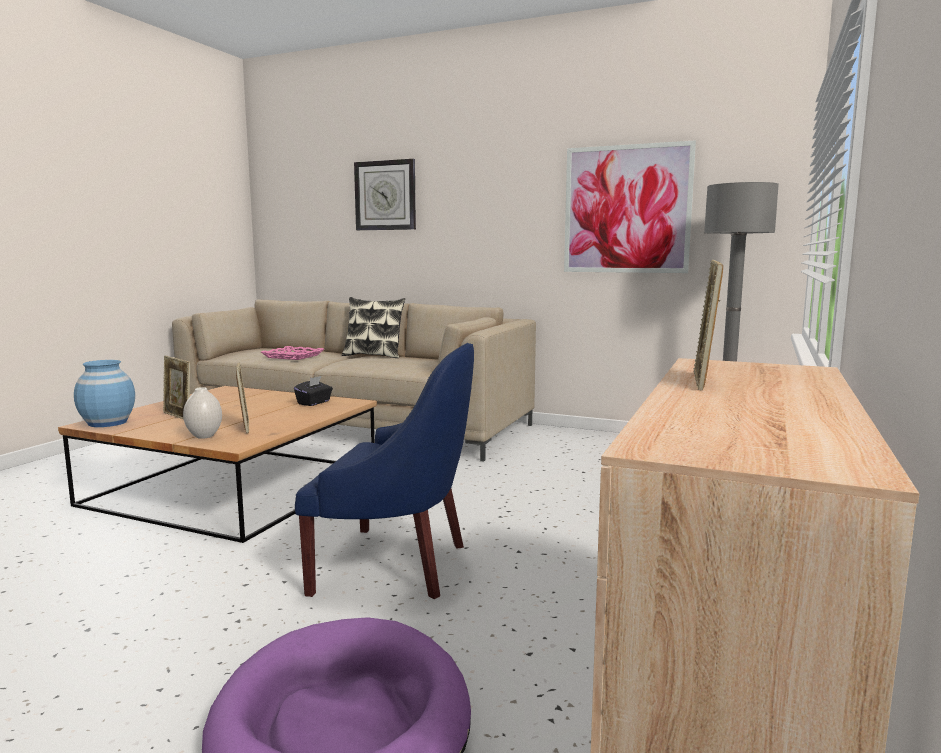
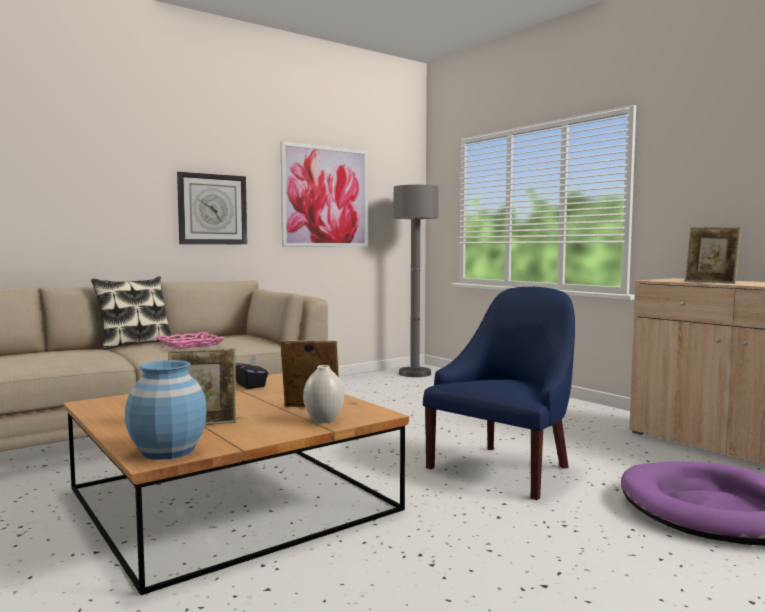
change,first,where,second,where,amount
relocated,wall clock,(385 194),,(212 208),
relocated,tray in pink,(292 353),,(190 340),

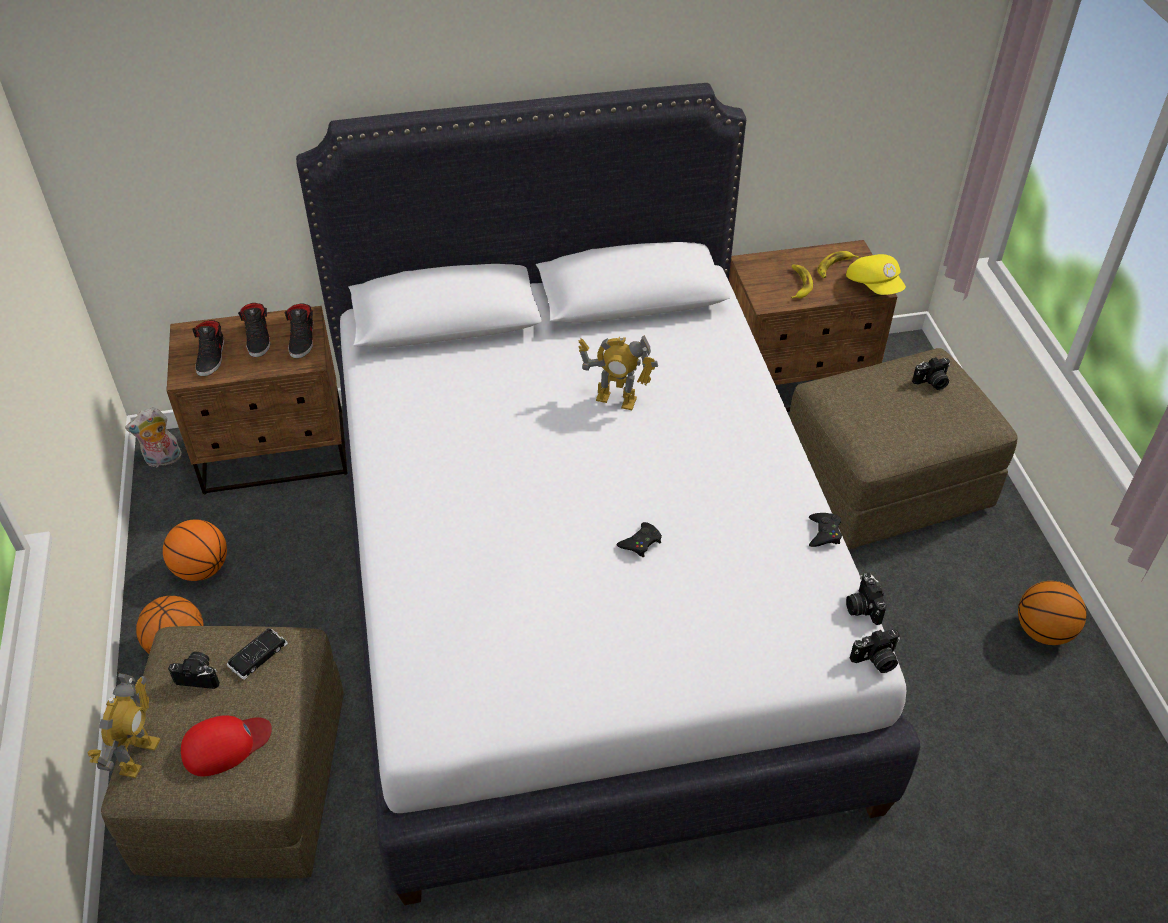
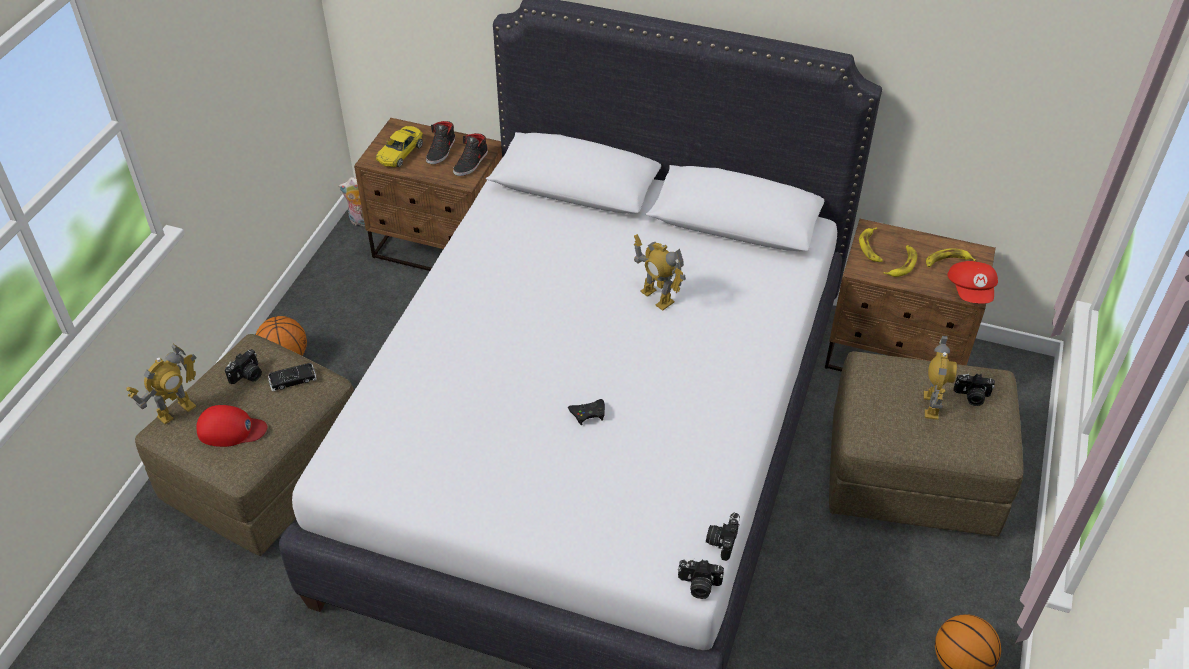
change,first,where,second,where,amount
colour,cap in yellow,(876 274),cap in red,(972 282),
exchanged,shoe in black,(208 348),toy car in yellow,(399 146),
missing,game controller in black,(825 530),,,
missing,basketball,(195 550),,,
spun,photo camera,(194 670),,(243 367),90 degrees clockwise
appeared,,,banana,(871 244),
appeared,,,toy robot,(940 377),

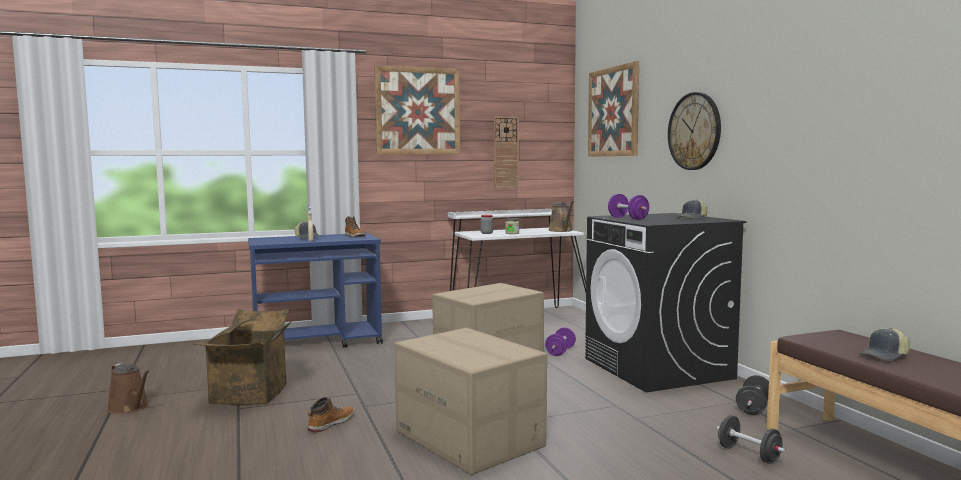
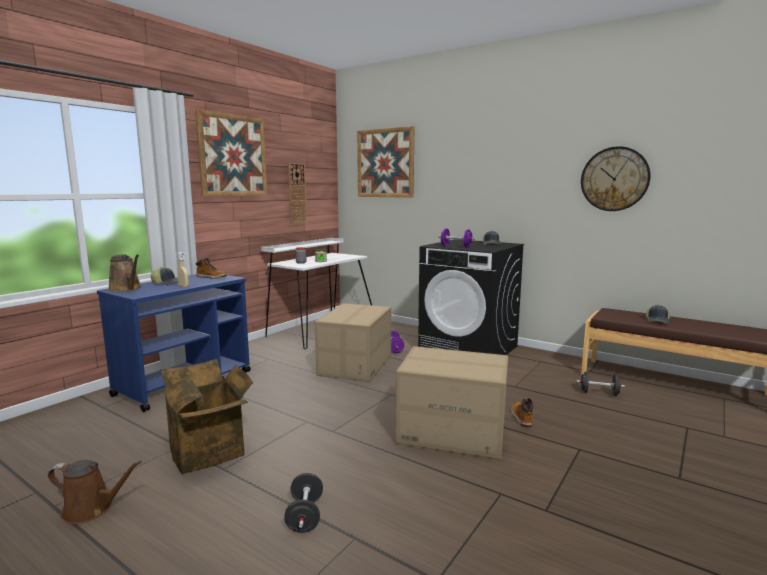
change,first,where,second,where,amount
relocated,wall clock,(694 131),,(615 178),
relocated,watering can in brown,(561 216),,(125 273),
relocated,dumbbell in black,(752 395),,(303 503),
relocated,boot,(331 414),,(522 412),

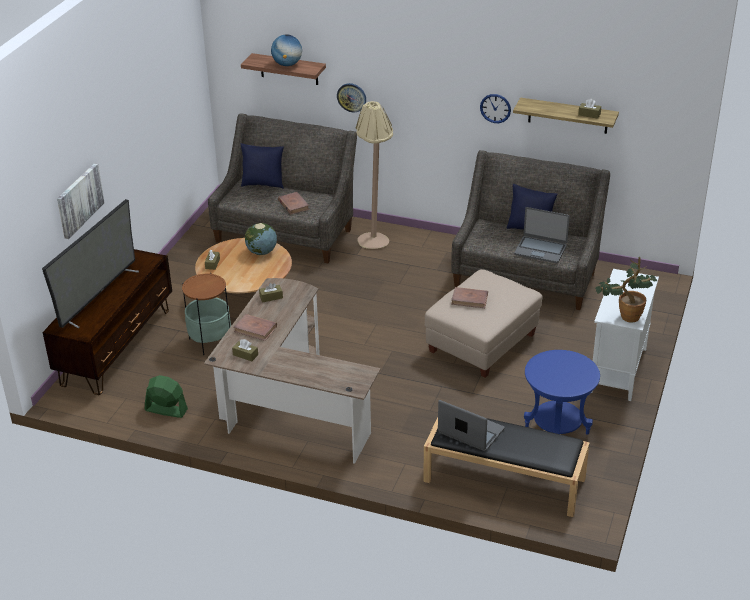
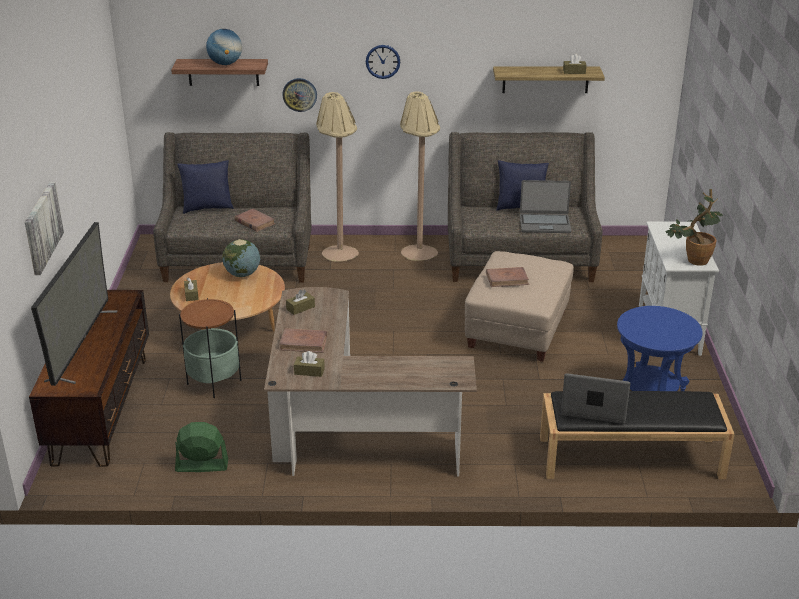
change,first,where,second,where,amount
relocated,wall clock,(495 108),,(383 62),
appeared,,,floor lamp in beige,(420 176),

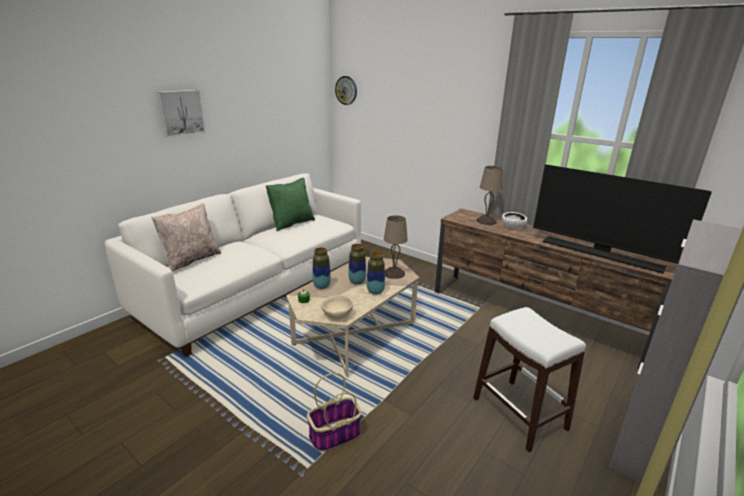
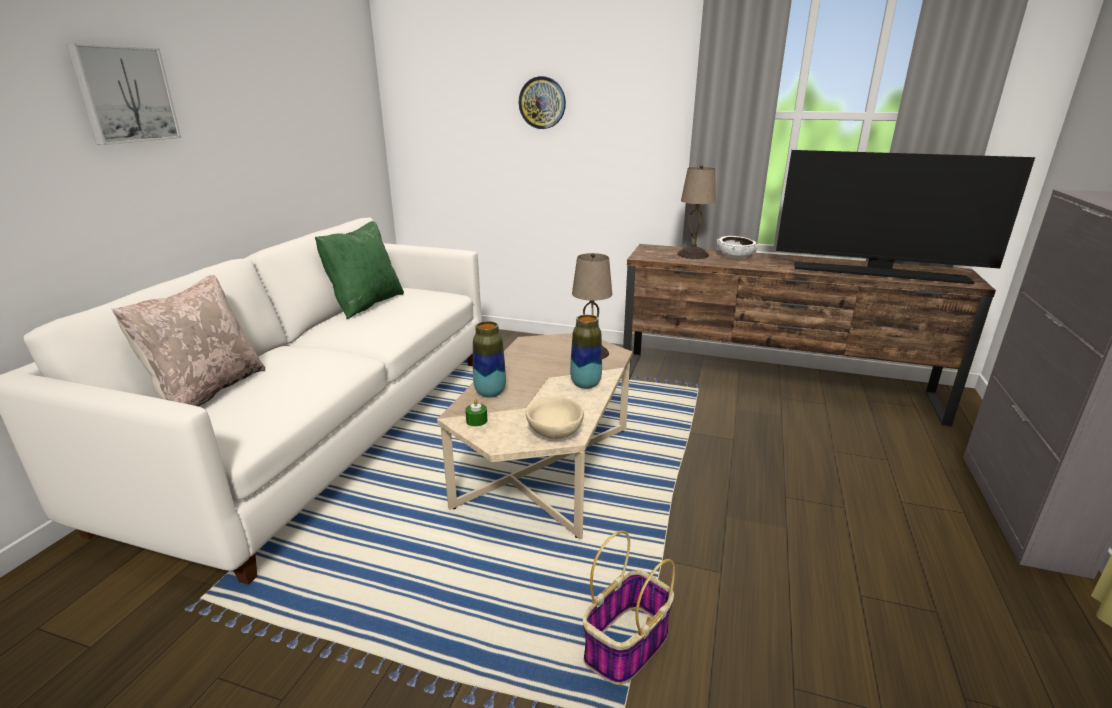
change,first,where,second,where,amount
relocated,wall clock,(346 90),,(542 102),
missing,vase,(357 264),,,
missing,stool in white,(529 379),,,

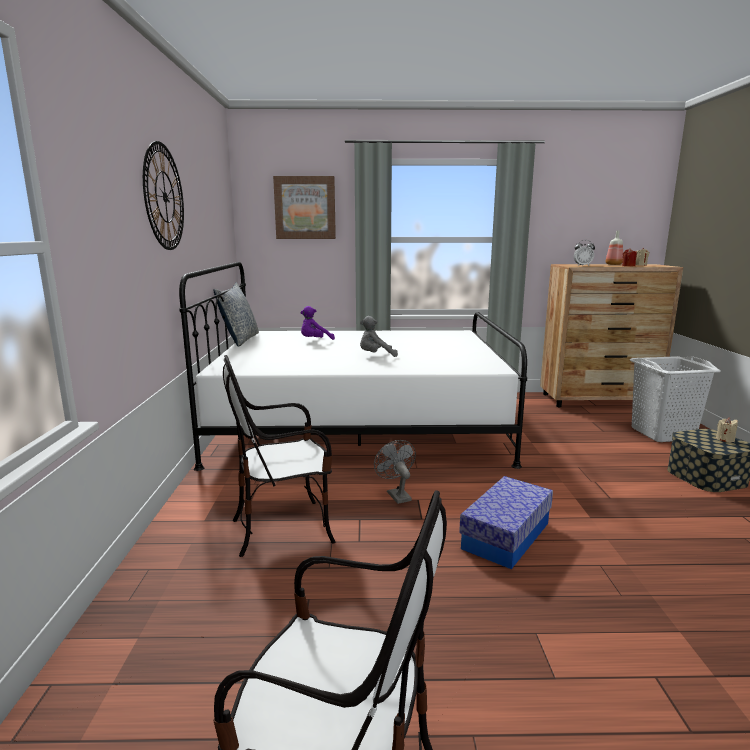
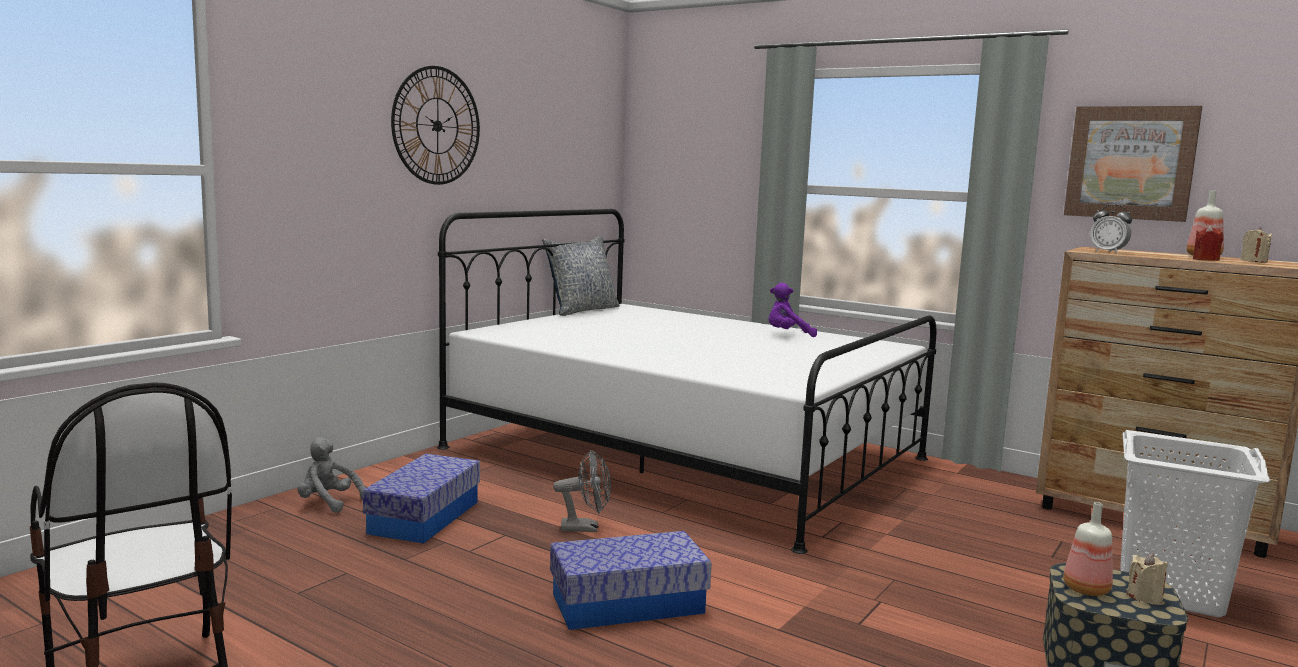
change,first,where,second,where,amount
relocated,picture,(304 207),,(1133 164),
relocated,plush toy in purple,(317 323),,(792 309),
relocated,plush toy in grey,(379 336),,(332 475),
exchanged,chair,(279 456),storage box,(421 499),
spun,fan in grey,(395 472),,(582 491),75 degrees clockwise
appeared,,,bottle,(1088 549),

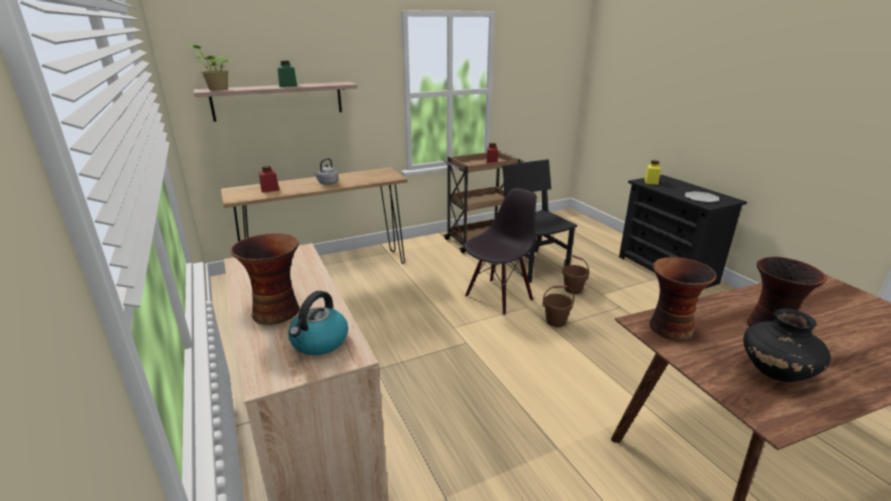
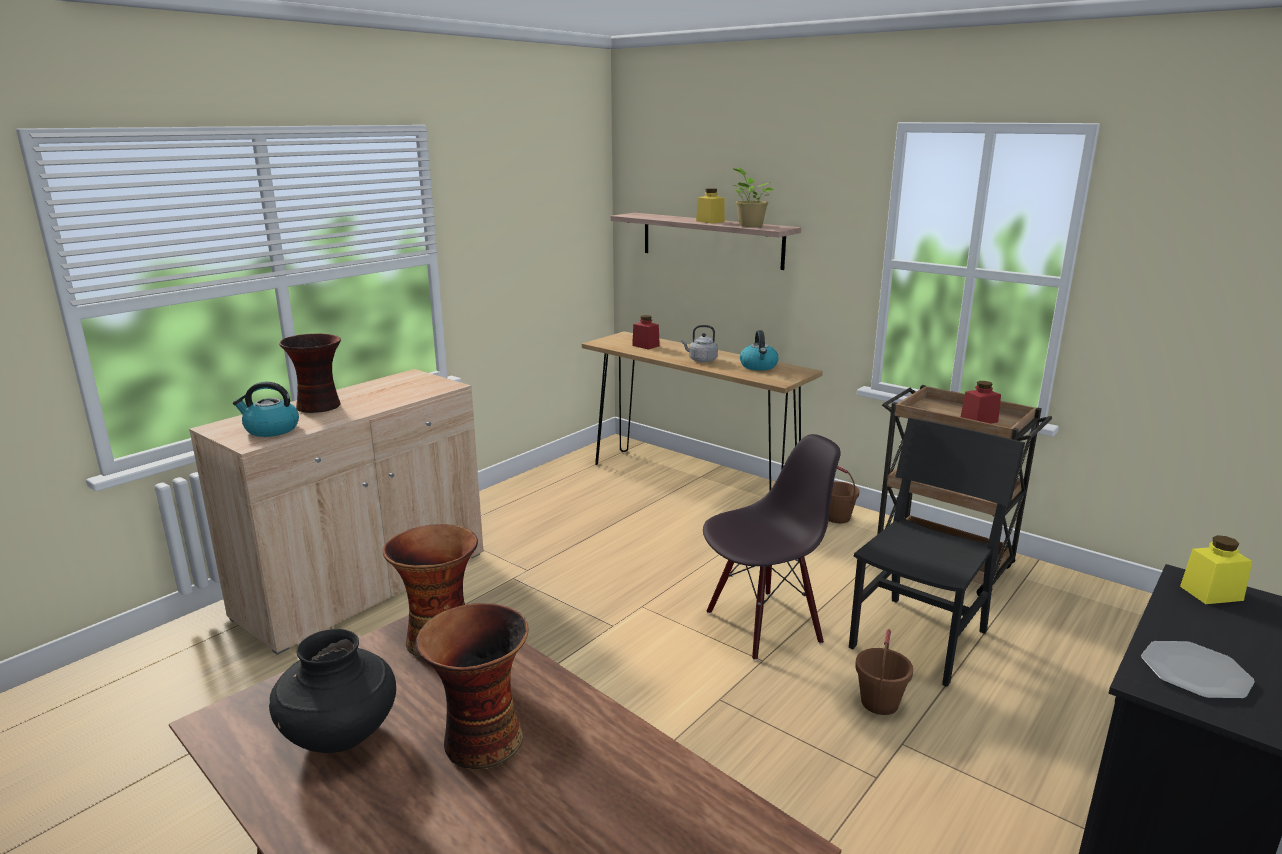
change,first,where,second,where,amount
relocated,potted plant,(210 68),,(753 197),
colour,jar in green,(287 74),jar in yellow,(710 206),
spun,chair in black,(500 251),,(772 547),45 degrees counterclockwise
relocated,bucket in brown,(558 306),,(844 494),
appeared,,,kettle,(759 350),

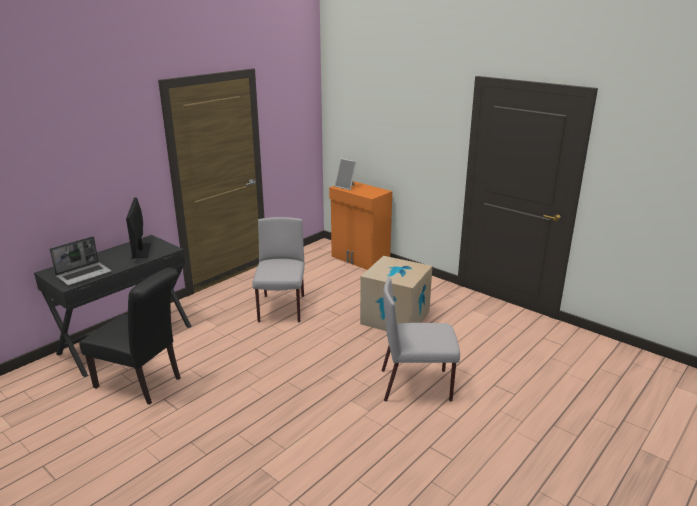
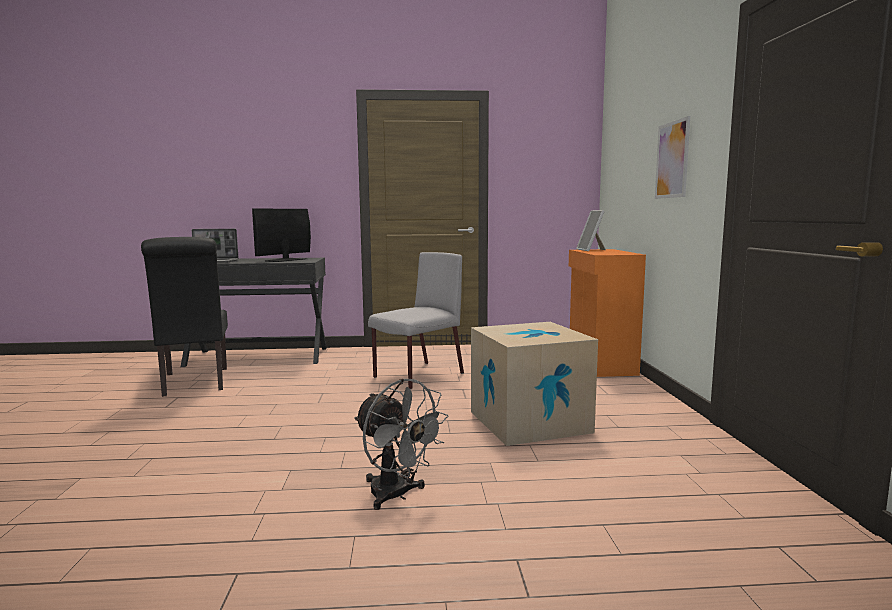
change,first,where,second,where,amount
exchanged,chair in grey,(421 339),fan in grey,(401 444),
appeared,,,picture,(672 157),

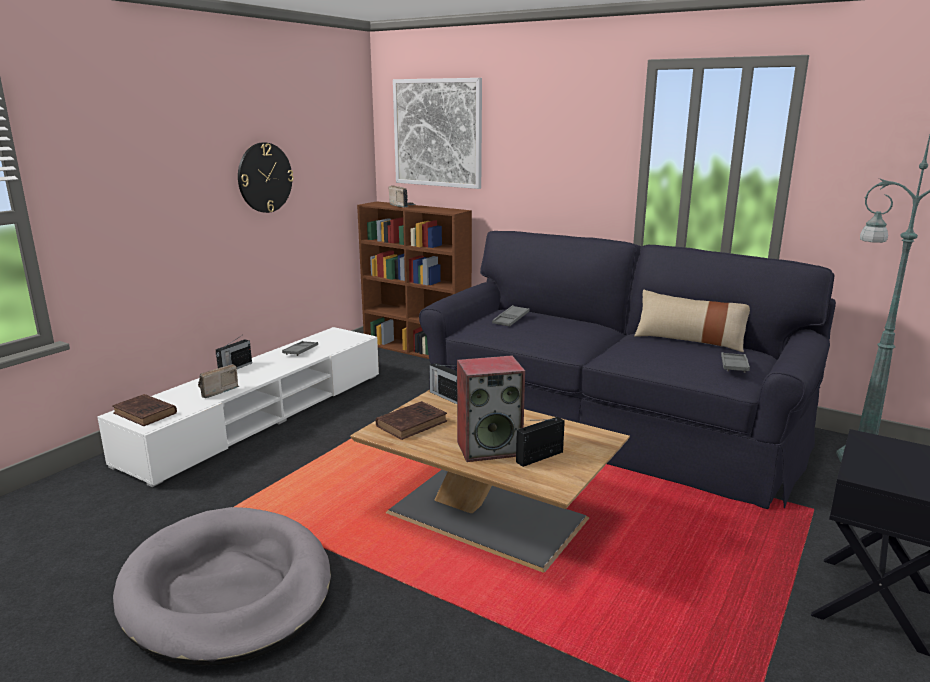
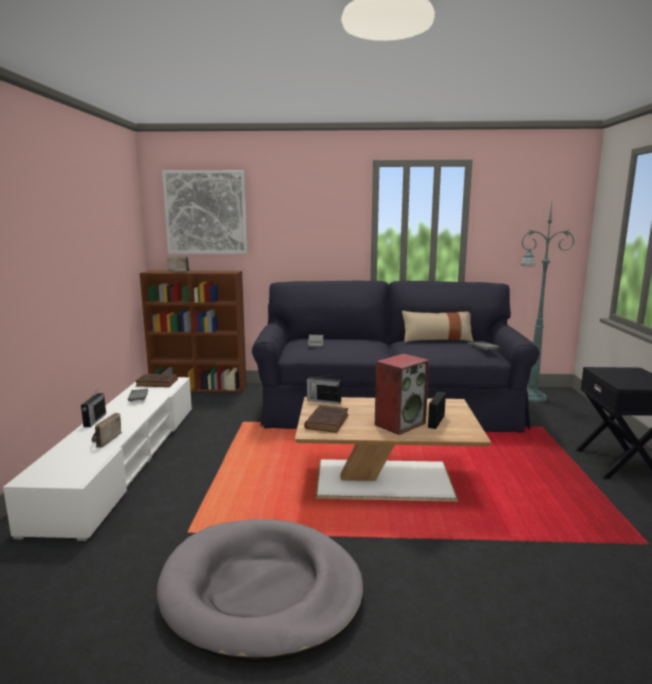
change,first,where,second,where,amount
missing,wall clock,(266 178),,,
relocated,book in brown,(144 410),,(156 380),

